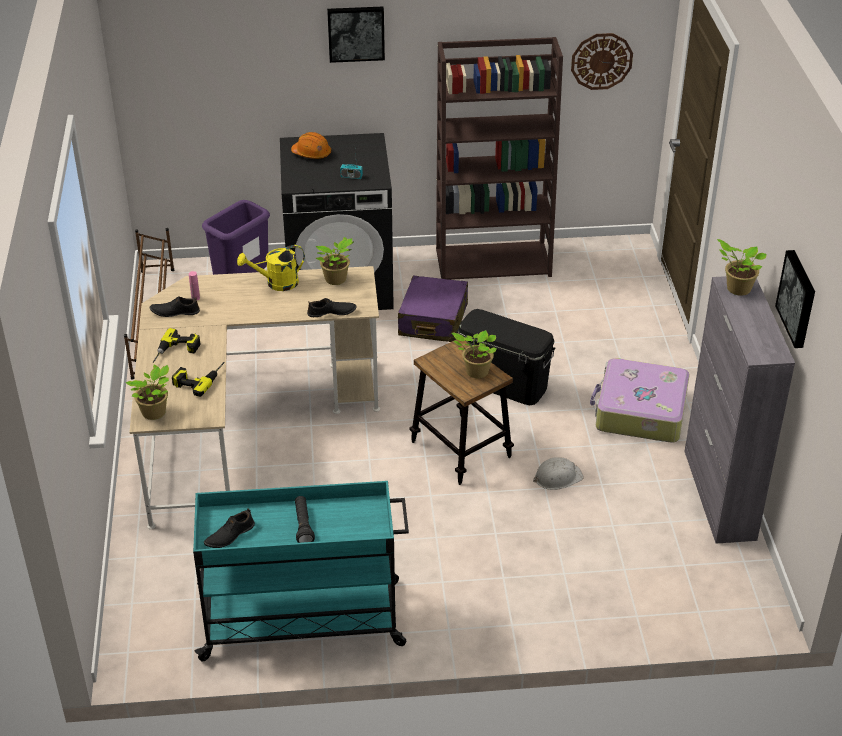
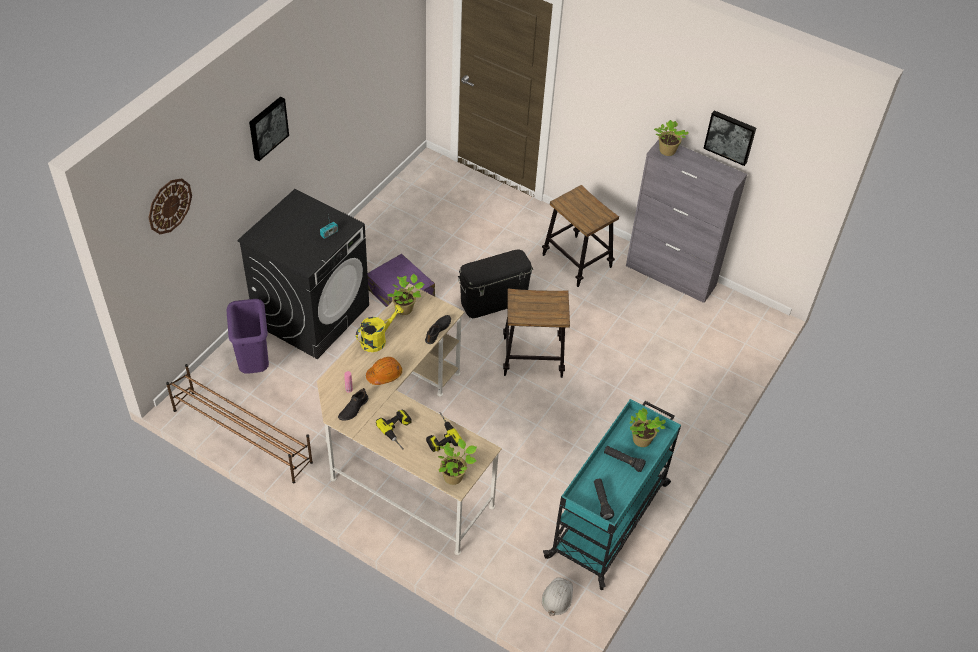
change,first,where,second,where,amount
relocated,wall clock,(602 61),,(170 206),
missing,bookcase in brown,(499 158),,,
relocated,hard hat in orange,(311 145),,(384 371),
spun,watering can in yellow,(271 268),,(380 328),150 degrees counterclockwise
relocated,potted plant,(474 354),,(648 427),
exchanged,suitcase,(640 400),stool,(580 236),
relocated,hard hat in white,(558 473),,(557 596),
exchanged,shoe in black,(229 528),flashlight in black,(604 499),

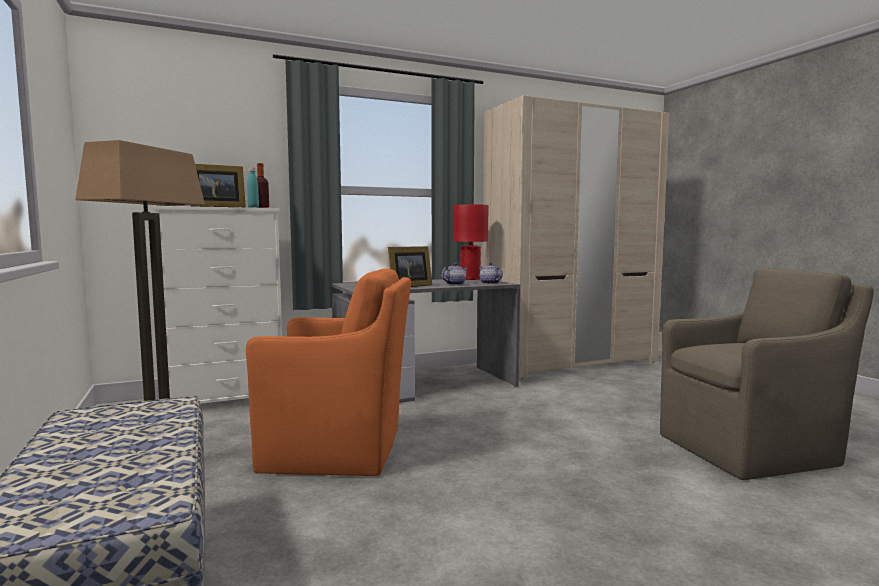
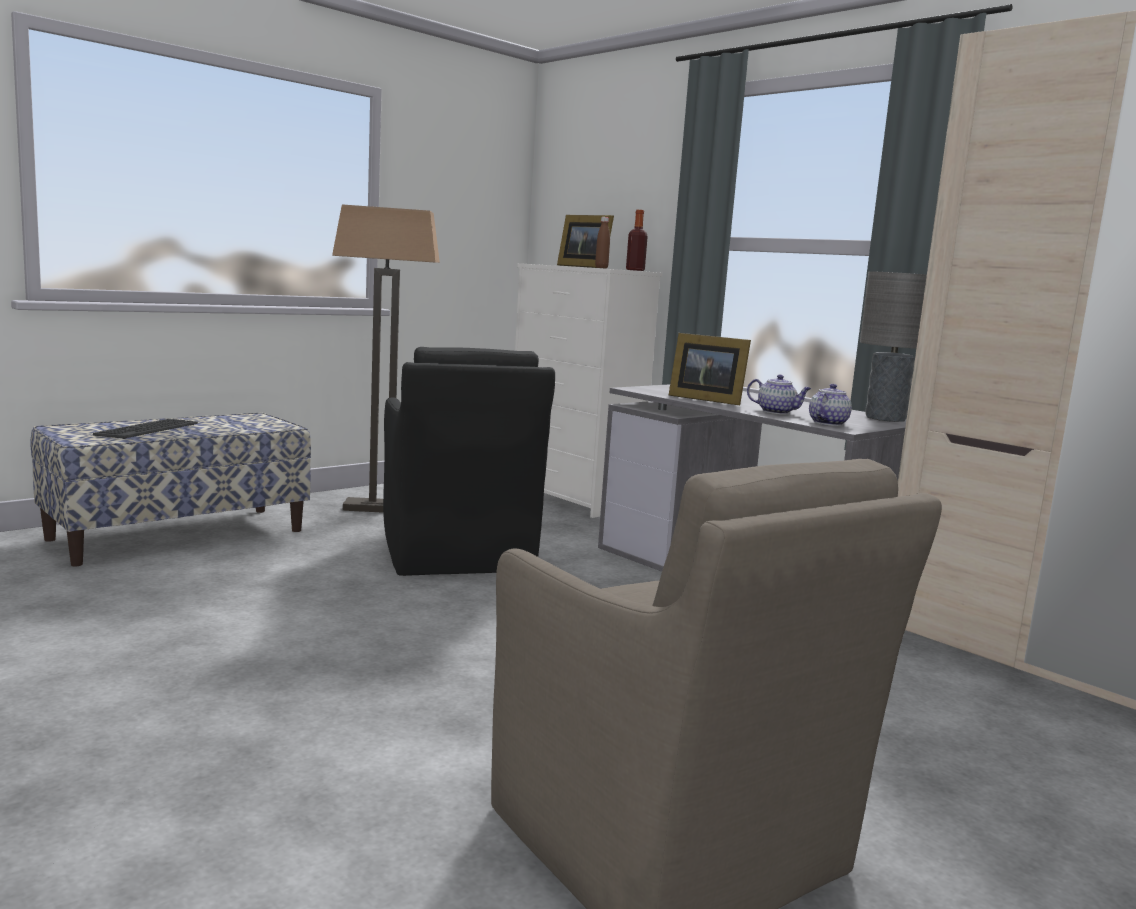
change,first,where,second,where,amount
colour,bottle in turquoise,(253 187),bottle in brown,(602 242),
colour,table lamp in red,(471 242),table lamp in grey,(893 346),
colour,armchair in orange,(328 372),armchair in black,(469 461),
appeared,,,keyboard,(145 429),

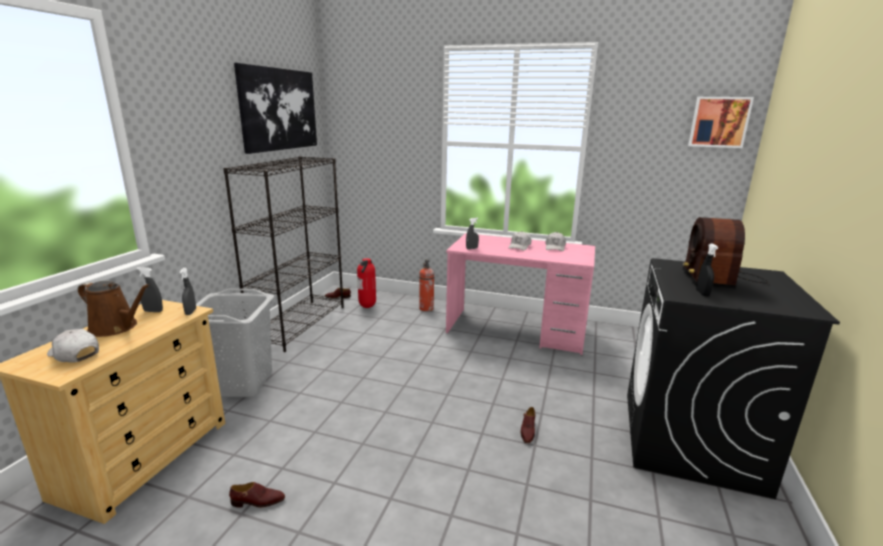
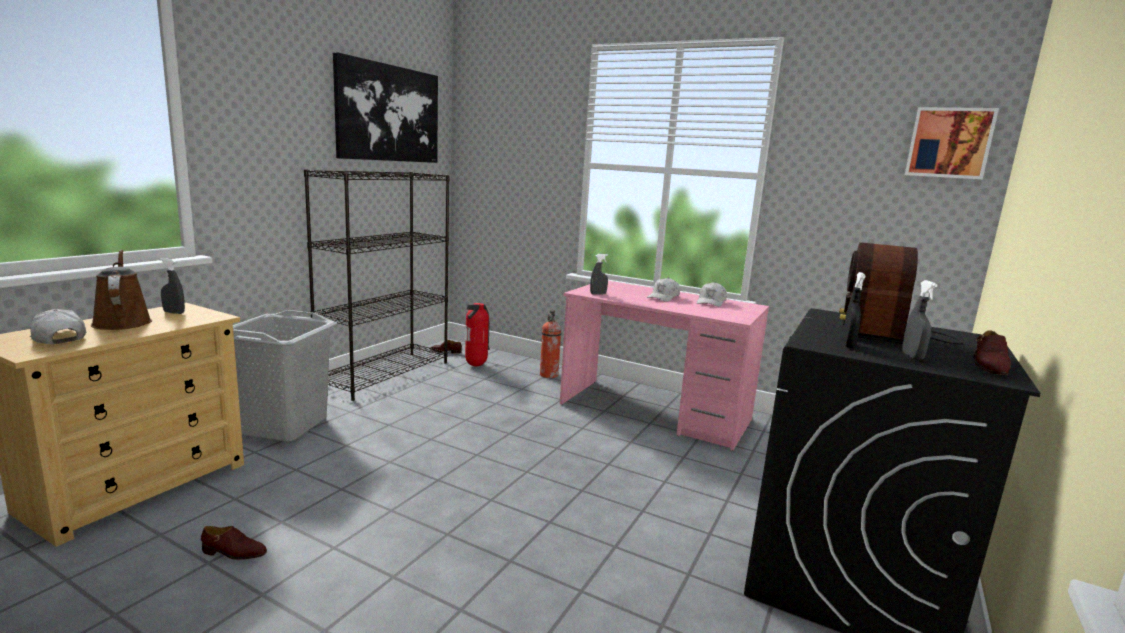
change,first,where,second,where,amount
relocated,spray bottle in grey,(187 291),,(920 320),
spun,watering can in brown,(114 309),,(121 290),150 degrees counterclockwise
relocated,shoe in brown,(528 425),,(992 352),

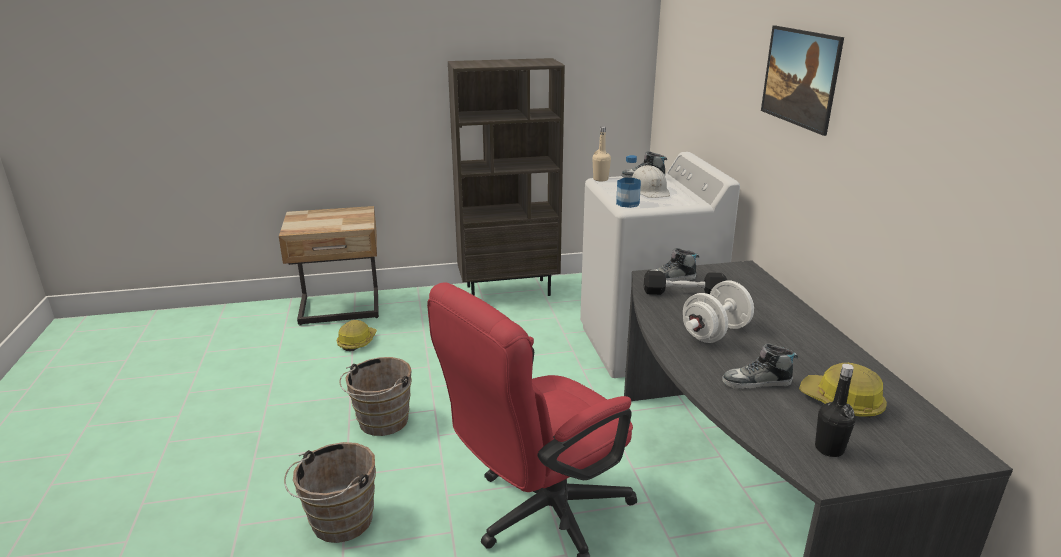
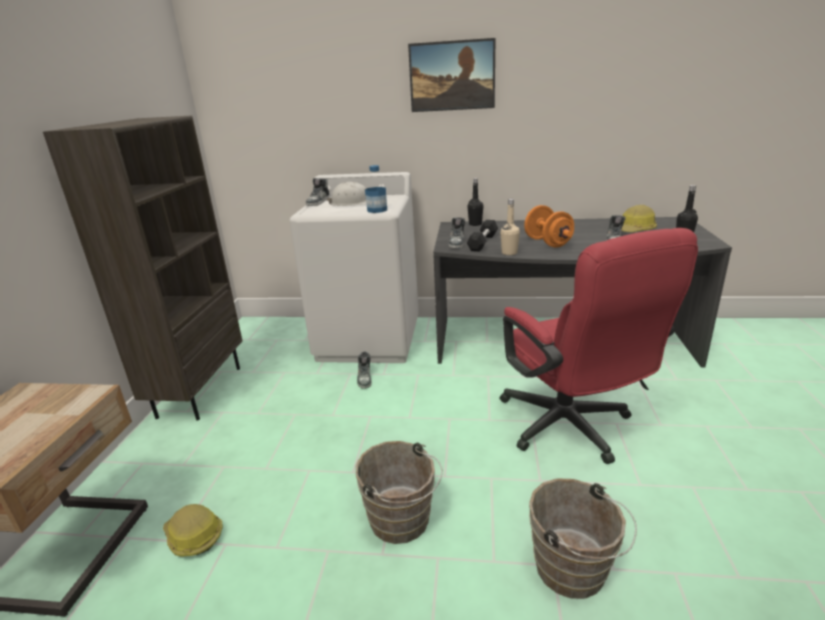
change,first,where,second,where,amount
relocated,bottle in beige,(601 153),,(510 227),
colour,dumbbell in white,(718 311),dumbbell in orange,(549 226),
appeared,,,bottle in black,(475 202),
appeared,,,shoe,(364 370),

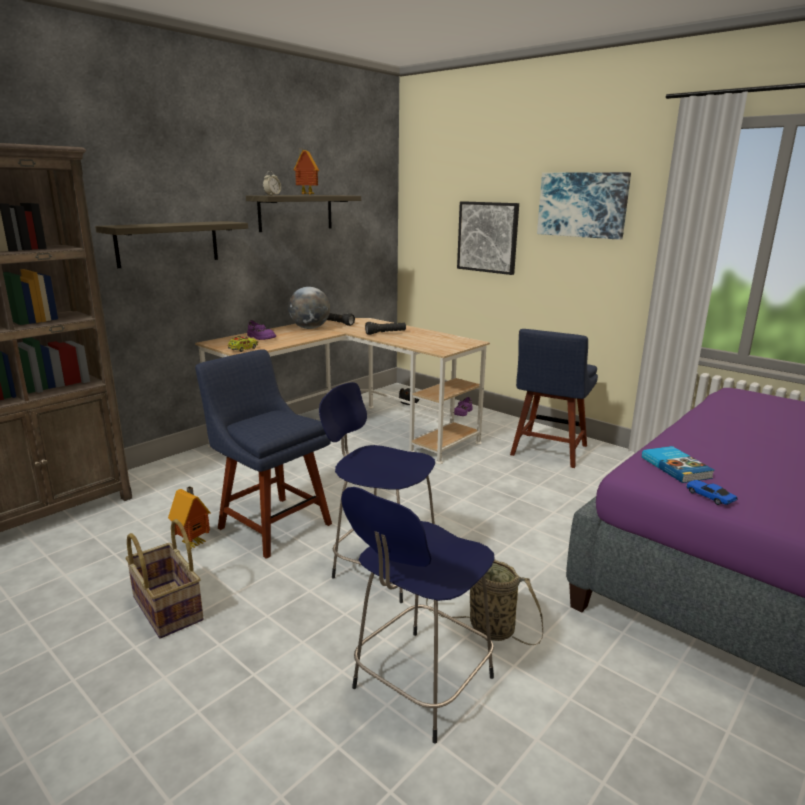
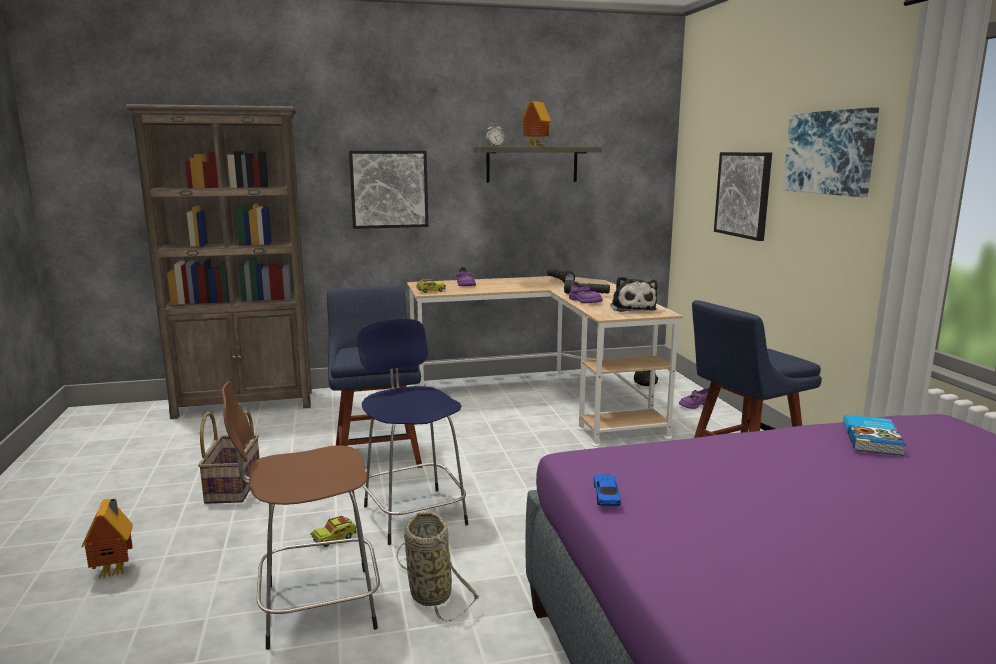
change,first,where,second,where,amount
exchanged,shelf,(171 244),picture,(388 190),
missing,globe,(309 308),,,
relocated,book,(678 464),,(874 435),
relocated,toy house,(189 517),,(107 538),
colour,stool in blue,(418 615),stool in brown,(301 515),
appeared,,,plush toy,(633 294),
appeared,,,shoe in purple,(586 292),
appeared,,,toy truck,(334 531),

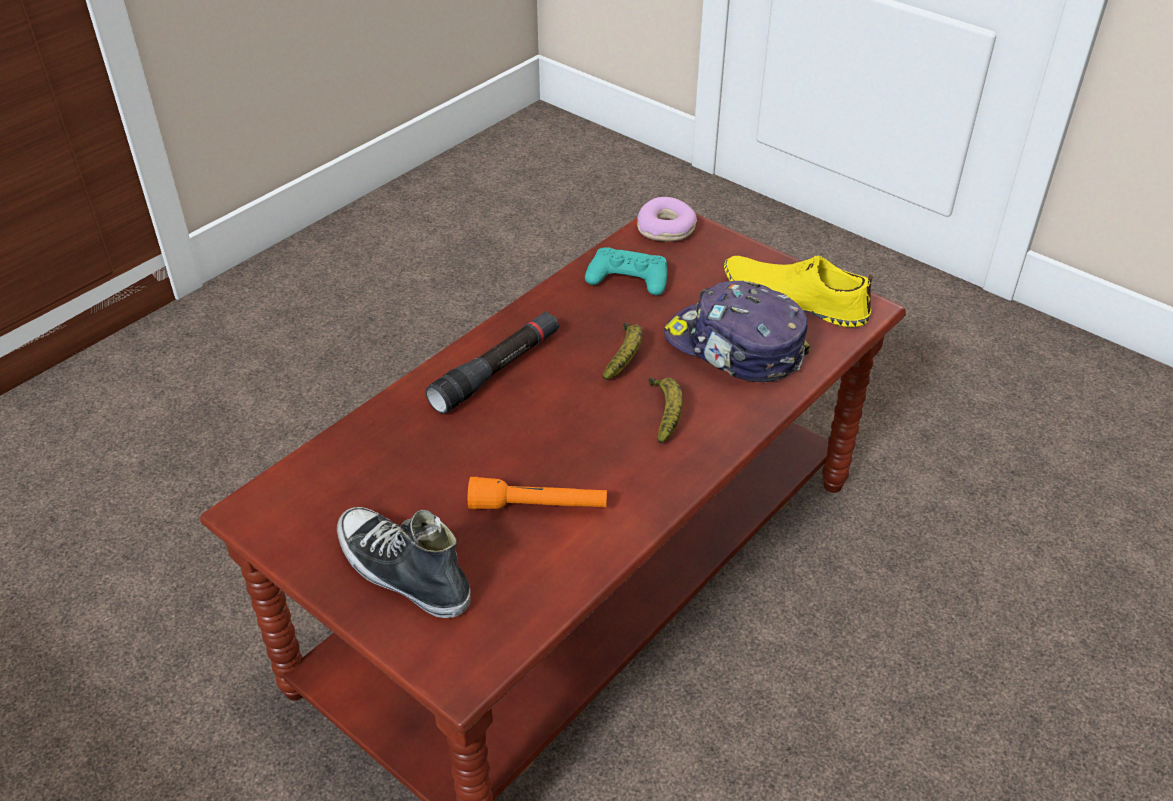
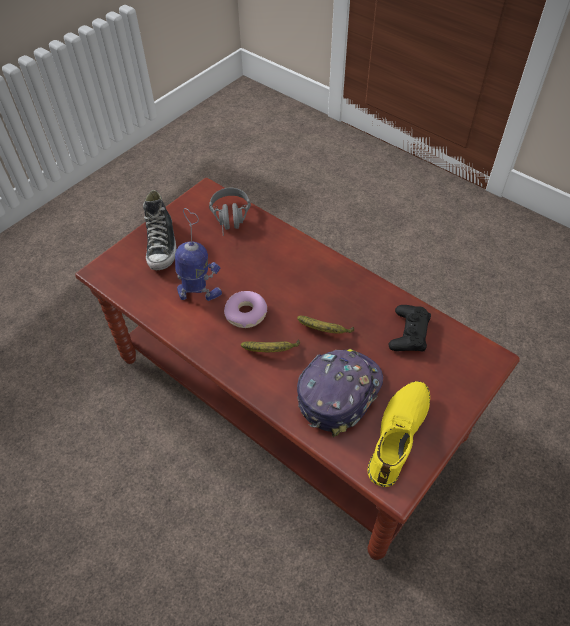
change,first,where,second,where,amount
relocated,donut,(667 219),,(245 309),
colour,game controller in turquoise,(626 271),game controller in black,(409 328),
missing,flashlight in black,(492 362),,,
exchanged,flashlight in orange,(537 493),toy robot,(198 254),
spun,shoe,(404 562),,(160 230),135 degrees clockwise
appeared,,,headphones in grey,(230 212),

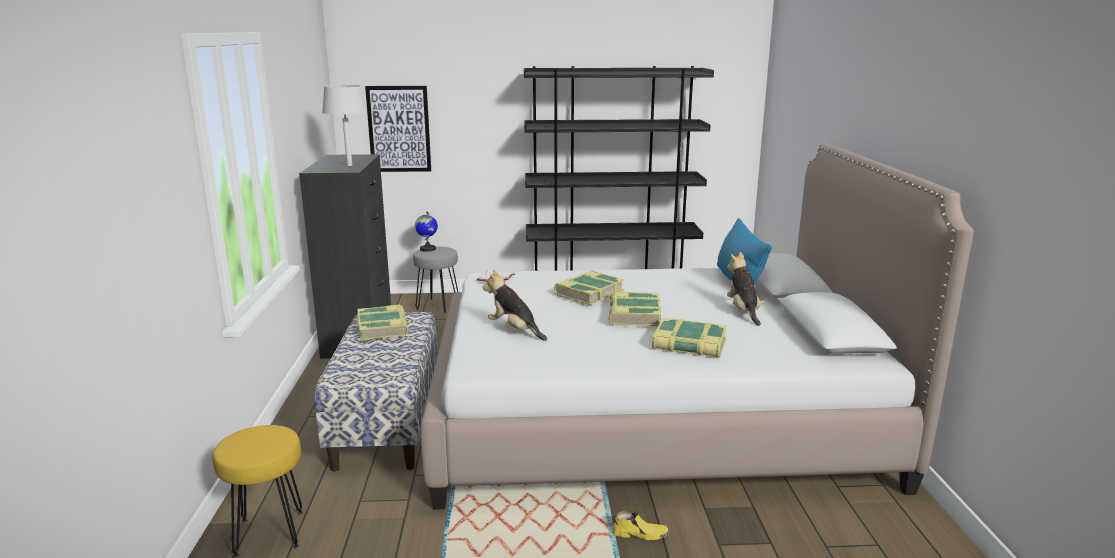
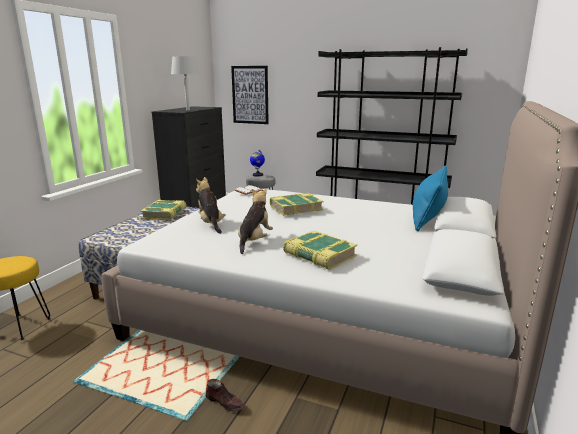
change,first,where,second,where,amount
relocated,plush toy,(745 289),,(255 221),
missing,book,(635 308),,,
colour,shoe in yellow,(640 525),shoe in brown,(226 395),

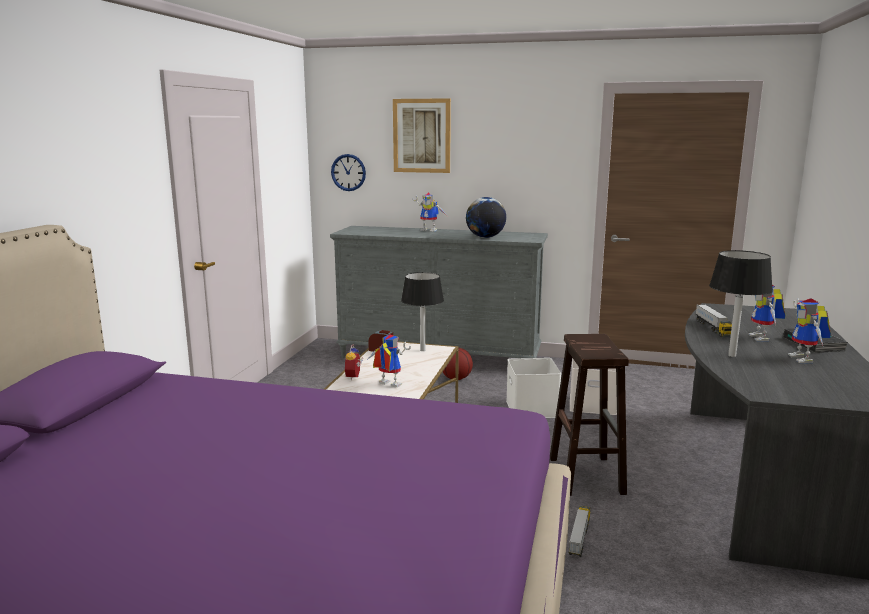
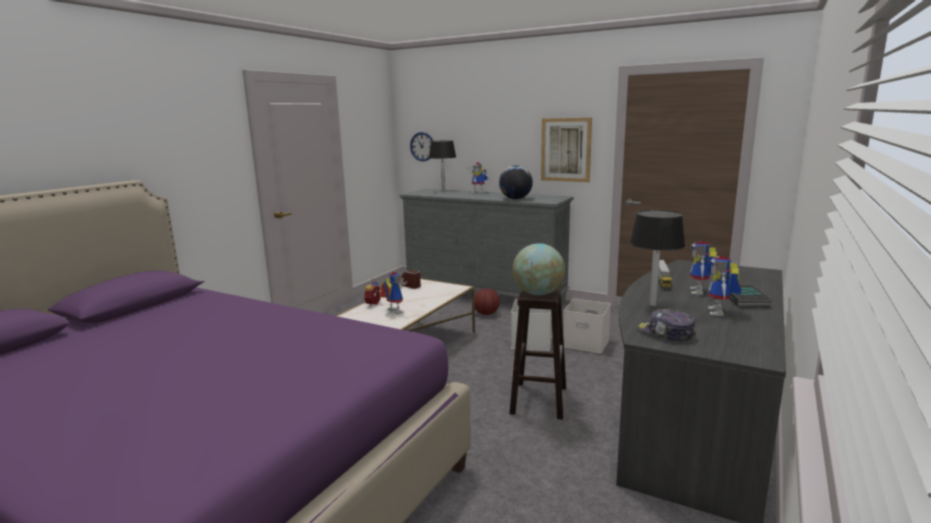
change,first,where,second,where,amount
relocated,picture,(422 135),,(566 150),
relocated,table lamp in black,(422 311),,(442 166),
missing,toy truck,(580 531),,,
appeared,,,globe,(539 269),
appeared,,,cap,(667 325),

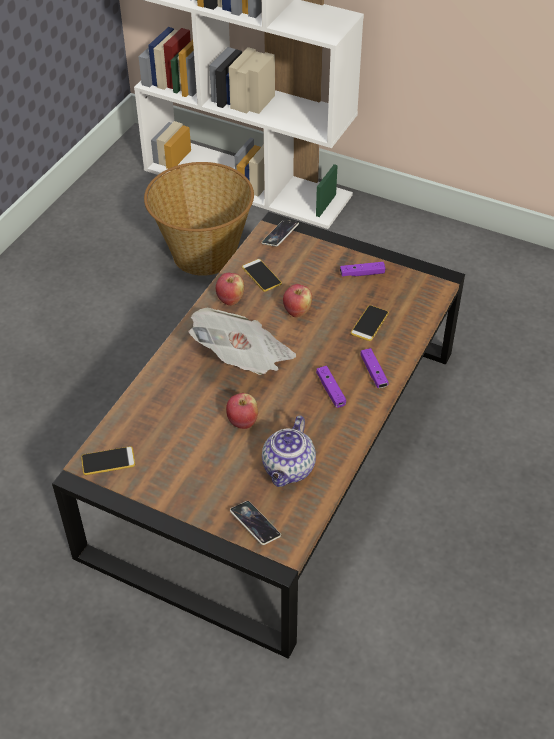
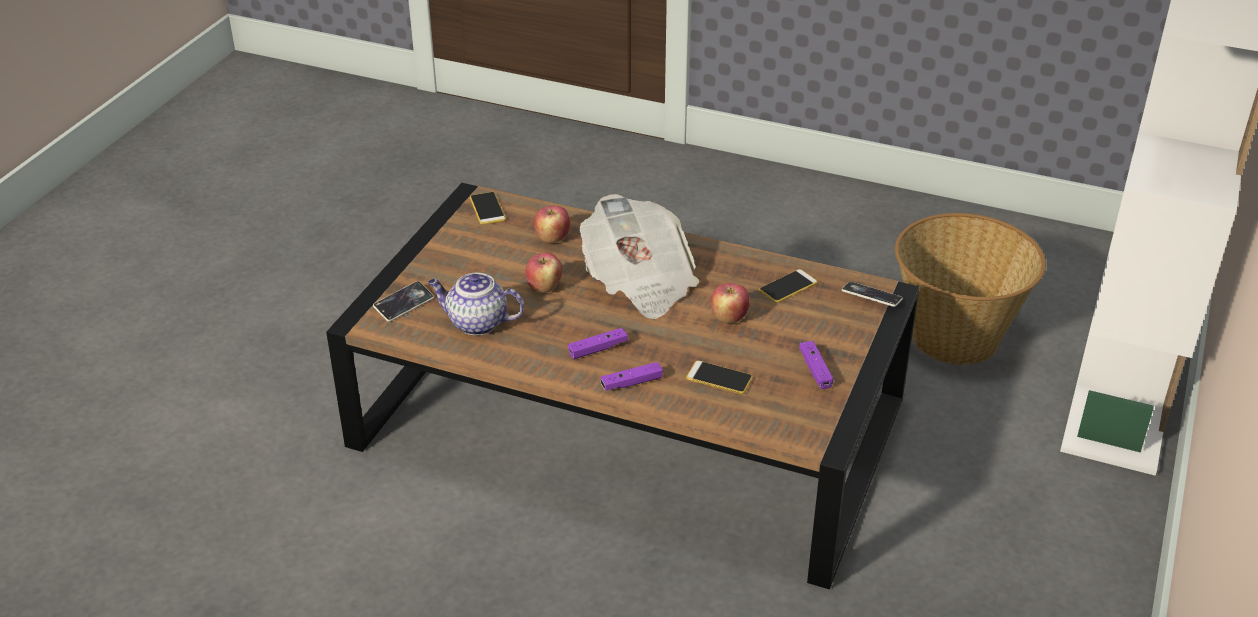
change,first,where,second,where,amount
relocated,apple,(230 289),,(552 224),

